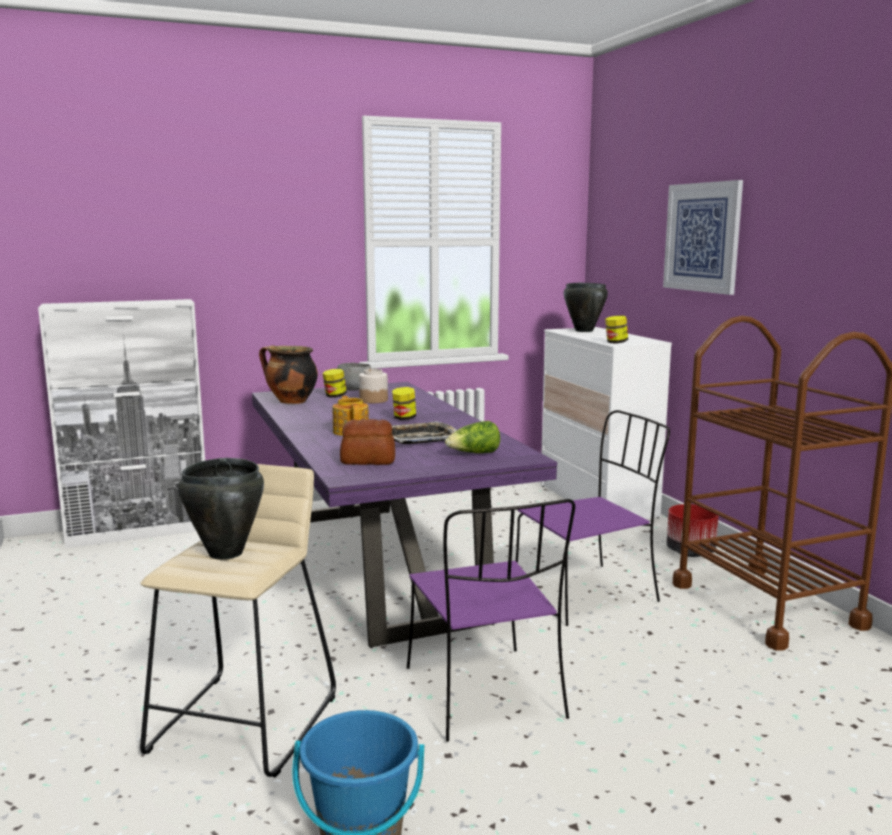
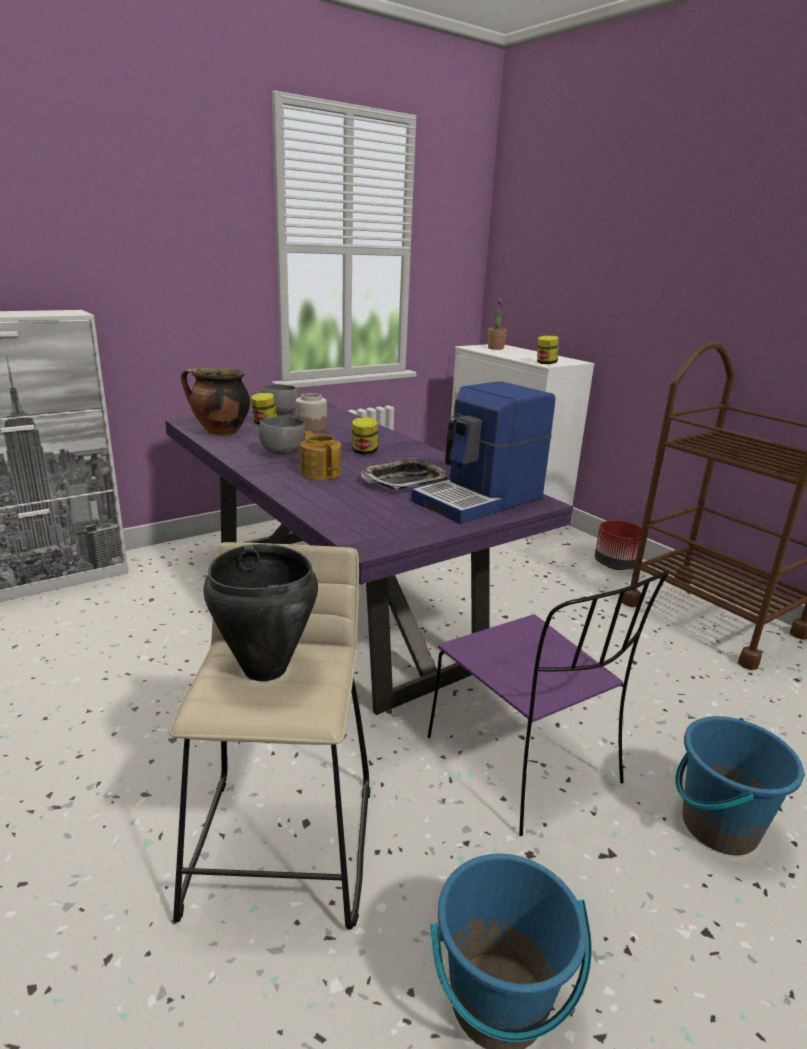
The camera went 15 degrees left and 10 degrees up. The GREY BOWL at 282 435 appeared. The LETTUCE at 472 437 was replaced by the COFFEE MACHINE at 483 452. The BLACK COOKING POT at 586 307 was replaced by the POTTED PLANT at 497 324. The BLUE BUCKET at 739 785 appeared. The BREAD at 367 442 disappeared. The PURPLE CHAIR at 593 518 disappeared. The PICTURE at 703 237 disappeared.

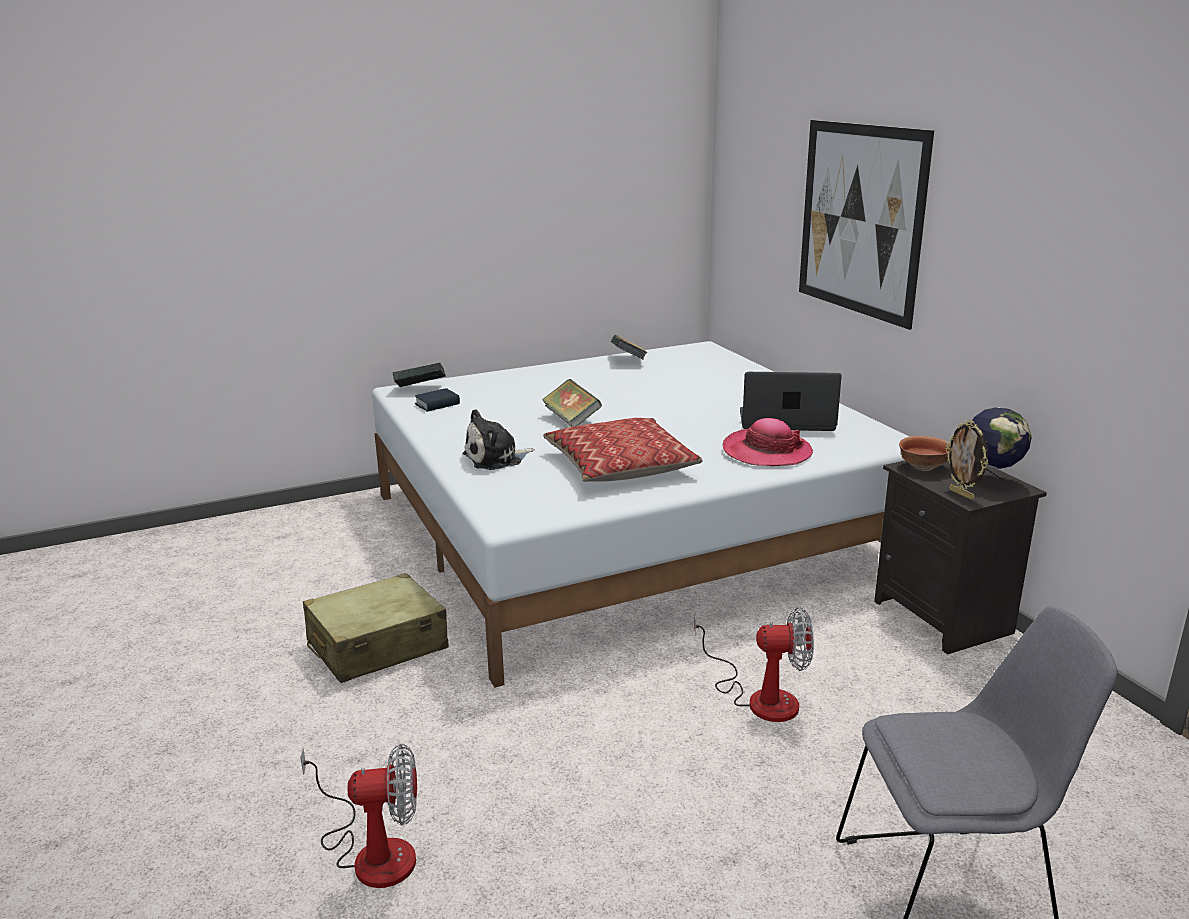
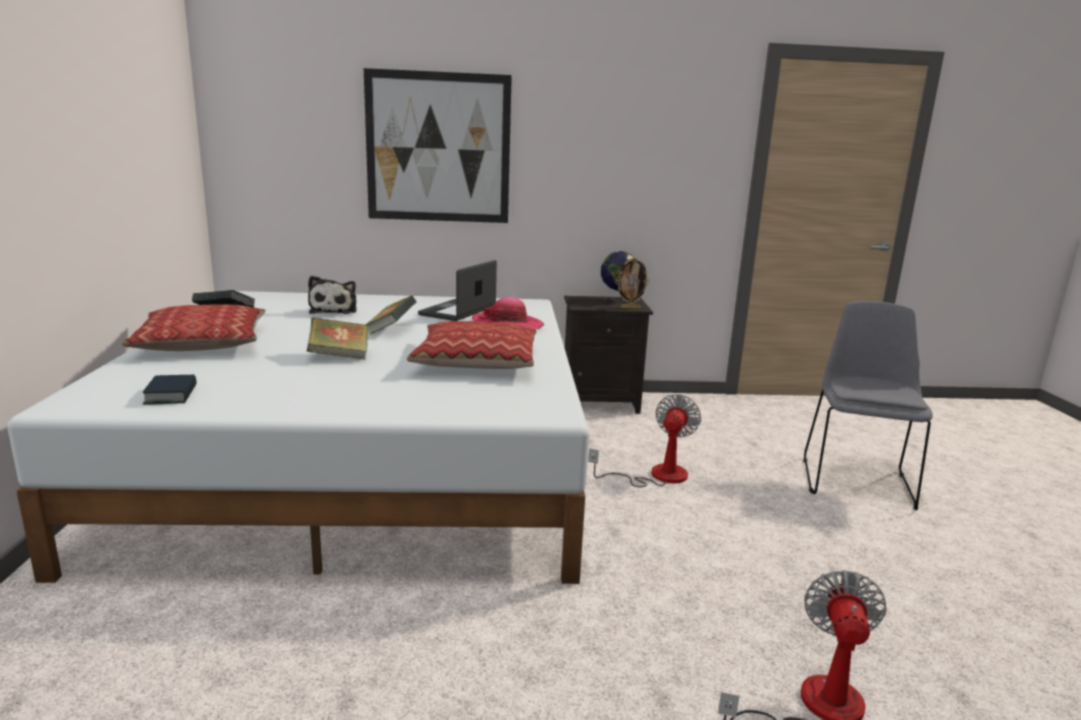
The camera went 70 degrees left and 5 degrees down. The PILLOW at 194 327 appeared. The PLUSH TOY moved from 498 439 to 332 295. The BOOK moved from 419 374 to 390 315. The BEIGE SUITCASE at 376 628 disappeared. The BOWL at 924 453 disappeared.

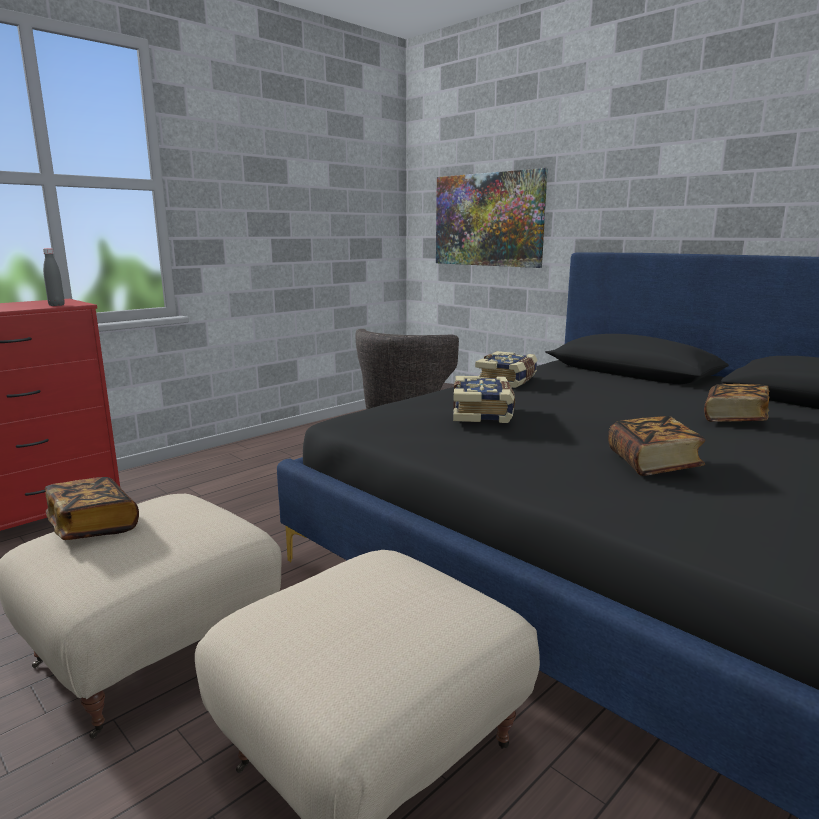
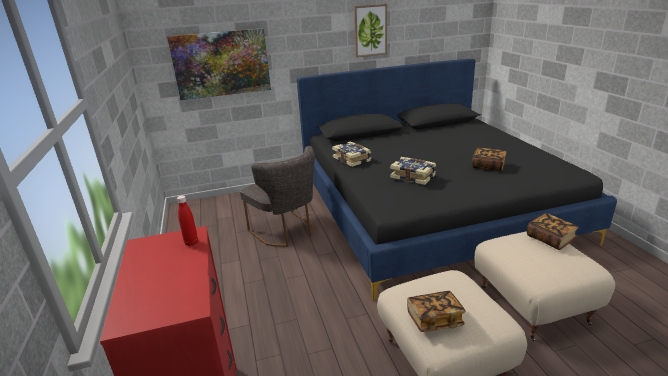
The camera went 60 degrees left and 10 degrees up. The GREY BOTTLE at 54 277 became the RED BOTTLE at 187 220. The PICTURE at 370 31 appeared. The BOOK moved from 736 403 to 553 231.

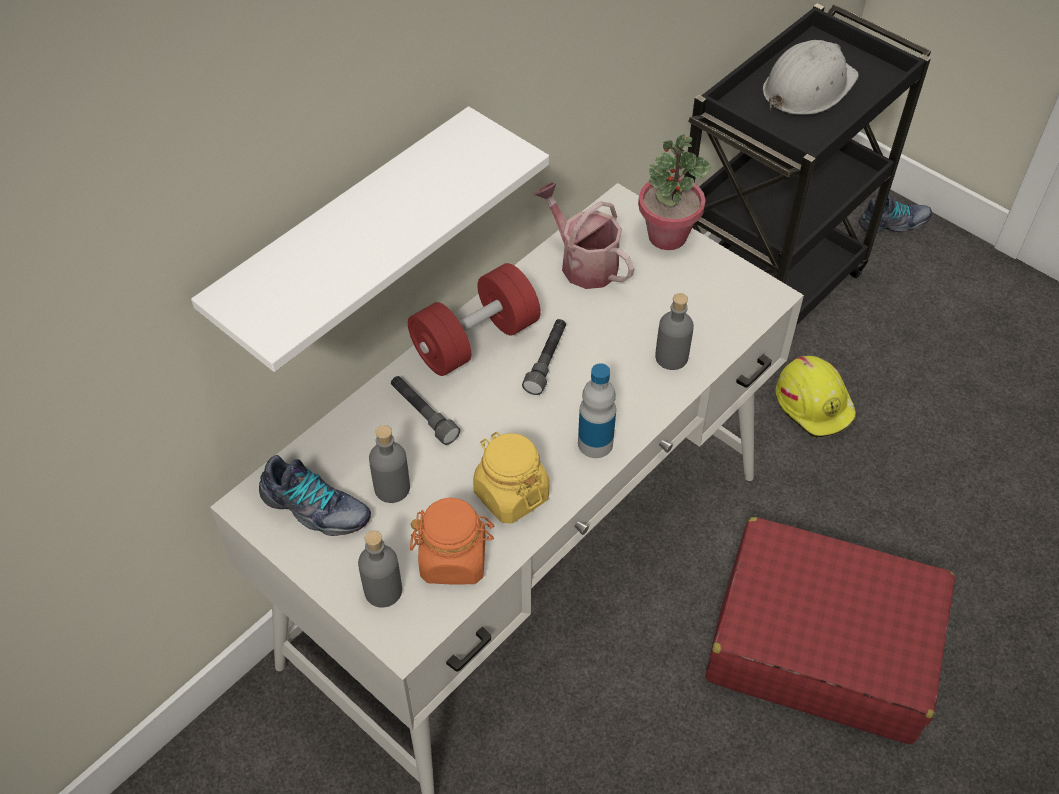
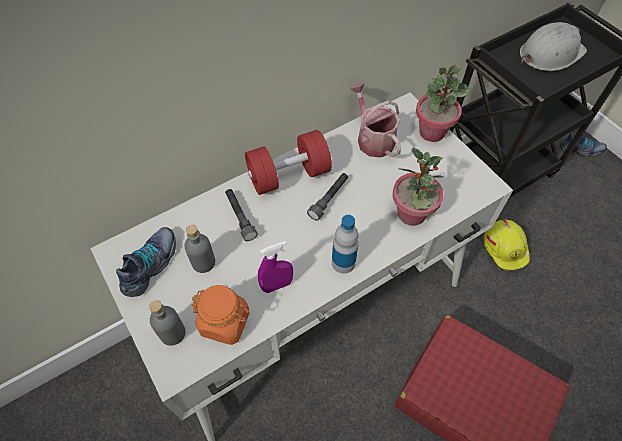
The camera went 15 degrees right and 5 degrees up. The SHOE at 315 495 turned 105 degrees counterclockwise. The YELLOW JAR at 511 478 was replaced by the PURPLE SPRAY BOTTLE at 275 267. The GREY BOTTLE at 674 331 was replaced by the POTTED PLANT at 418 186. The WHITE SHELF at 370 239 disappeared.

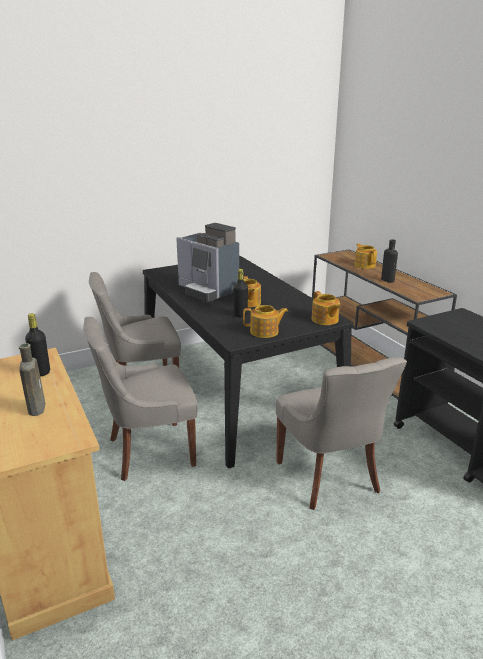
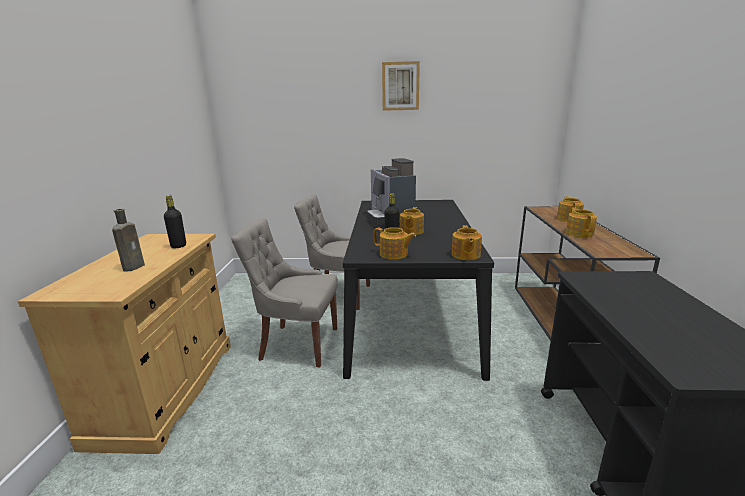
The camera went 30 degrees right and 5 degrees down. The PICTURE at 401 86 appeared. The BLACK BOTTLE at 389 261 was replaced by the TEAPOT at 581 222. The GREY CHAIR at 341 433 disappeared.

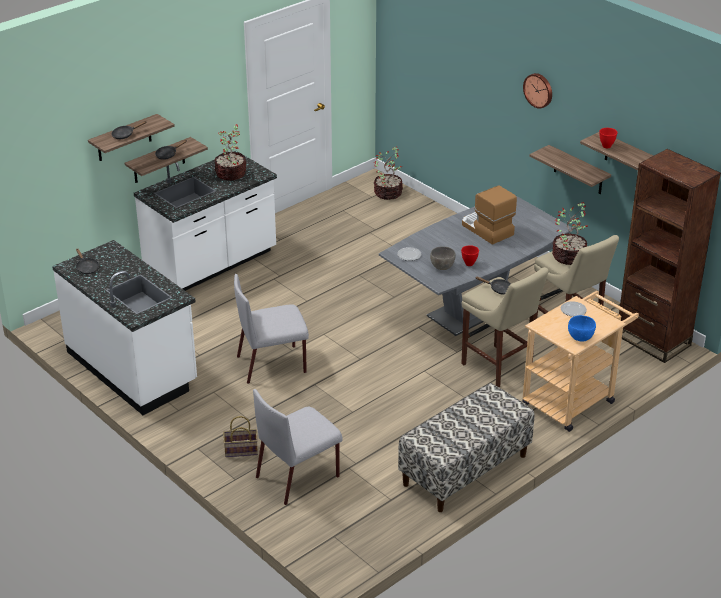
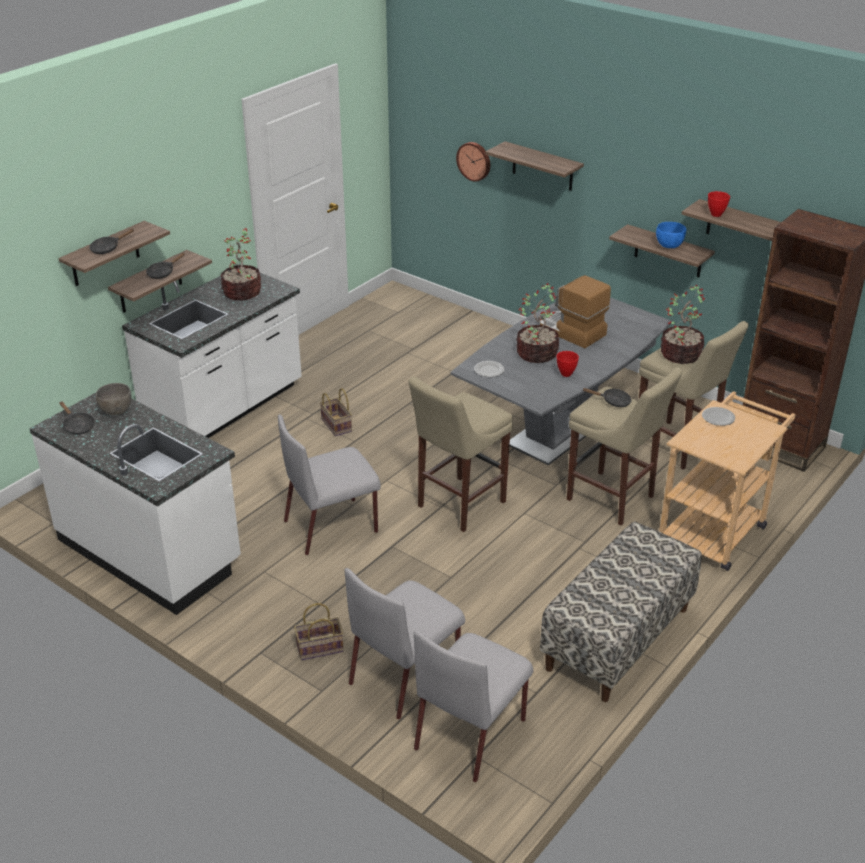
The camera went 10 degrees left and 0 degrees up. The GREY BOWL moved from 443 258 to 114 399. The BASKET at 336 412 appeared. The BEIGE STOOL at 461 454 appeared. The GREY CHAIR at 473 706 appeared. The WALL CLOCK moved from 537 91 to 473 162. The SHELF at 534 166 appeared. The POTTED PLANT moved from 388 173 to 537 323. The BLUE BOWL moved from 582 328 to 671 235.

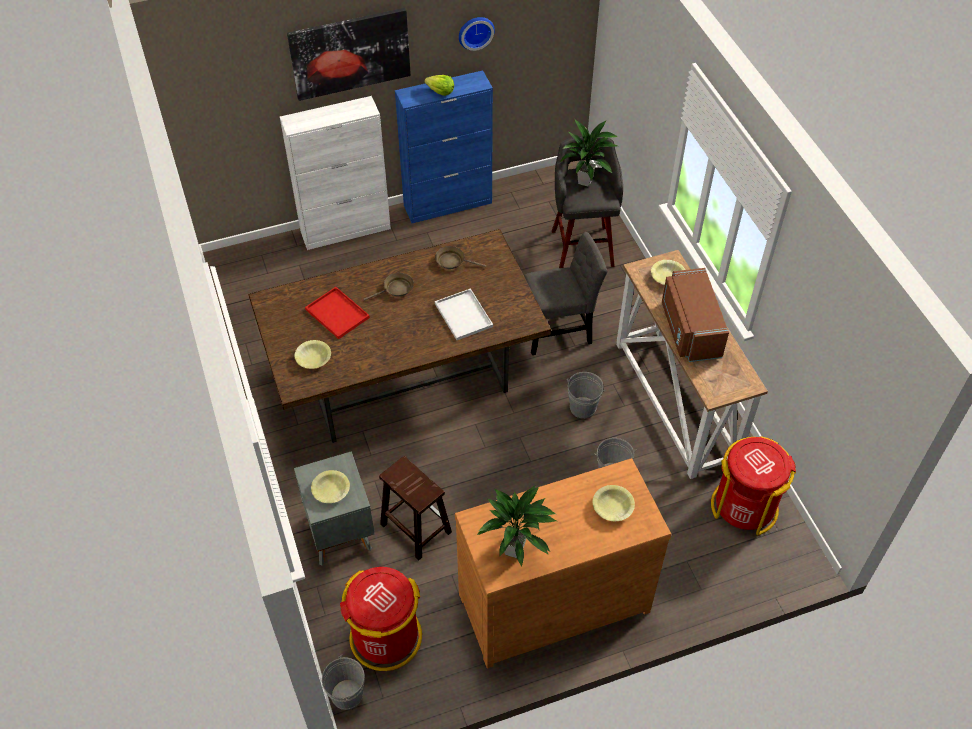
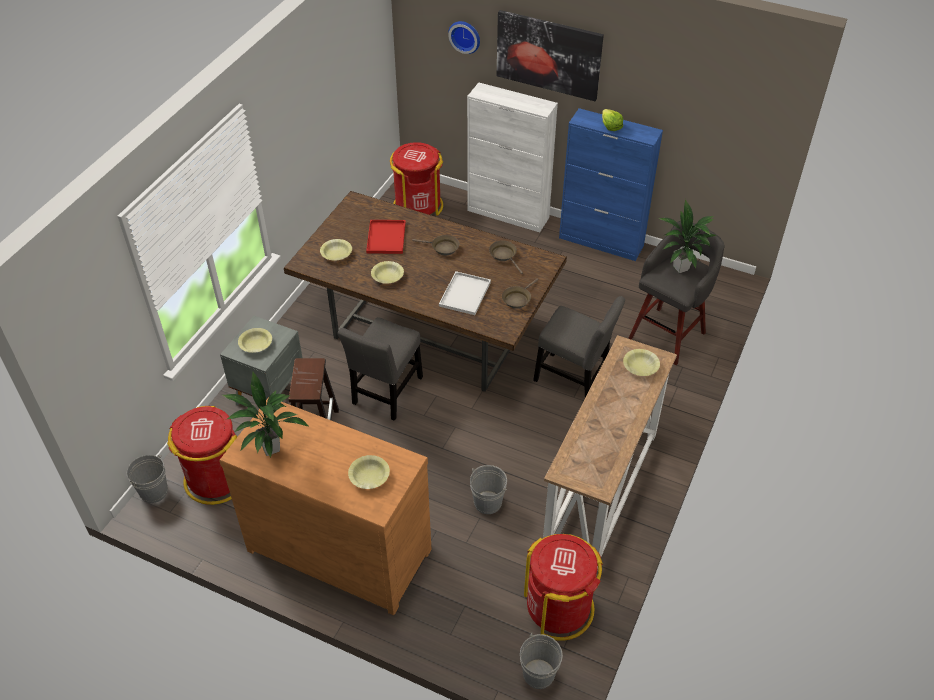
The camera went 45 degrees right and 5 degrees down. The GREY CHAIR at 380 369 appeared. The YELLOW BOWL at 387 272 appeared. The RED TRASH CAN at 416 179 appeared. The WALL CLOCK moved from 477 34 to 464 37. The BROWN FRYING PAN at 520 293 appeared. The GREY BUCKET moved from 586 395 to 541 661. The BROWN MICROWAVE at 695 315 disappeared.

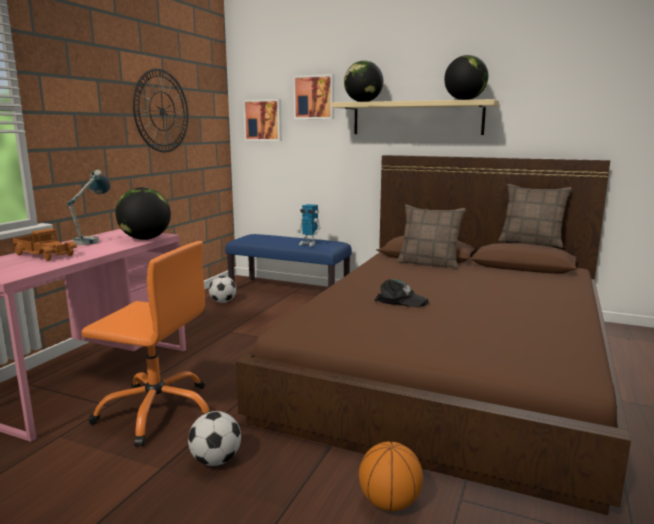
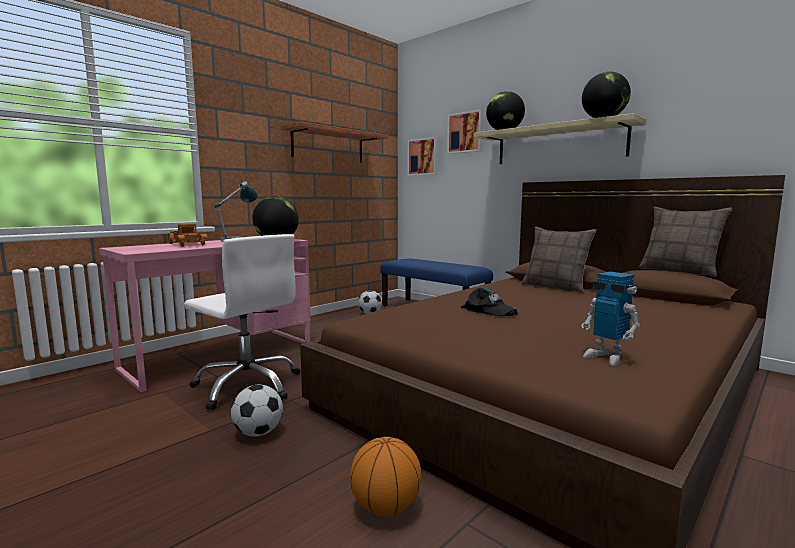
The camera went 20 degrees right and 5 degrees down. The ORANGE OFFICE CHAIR at 146 343 became the WHITE OFFICE CHAIR at 242 322. The WALL CLOCK at 161 110 was replaced by the SHELF at 334 142. The TOY ROBOT moved from 309 225 to 610 319.

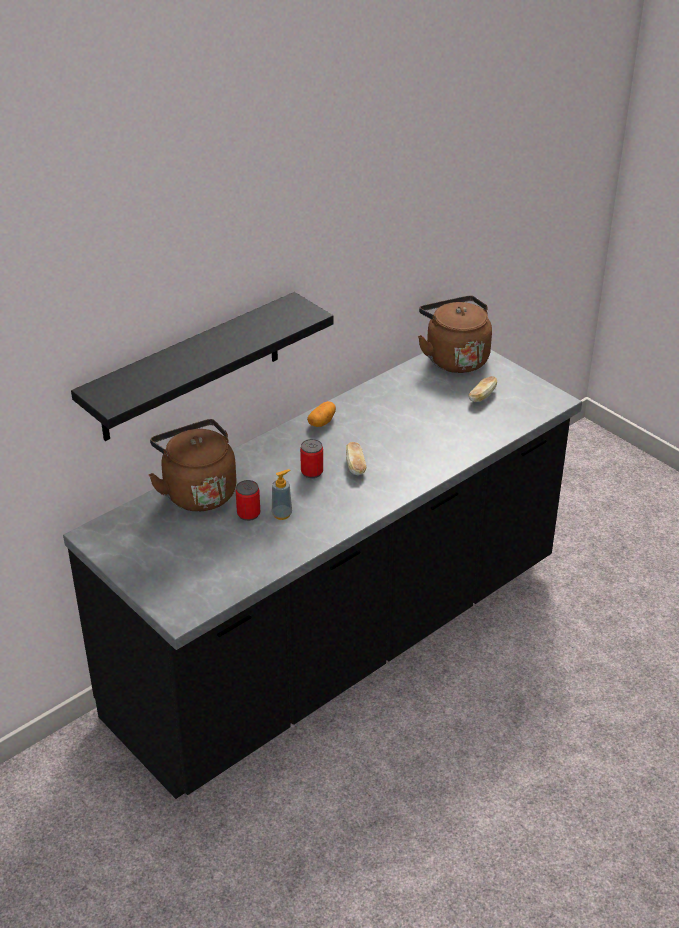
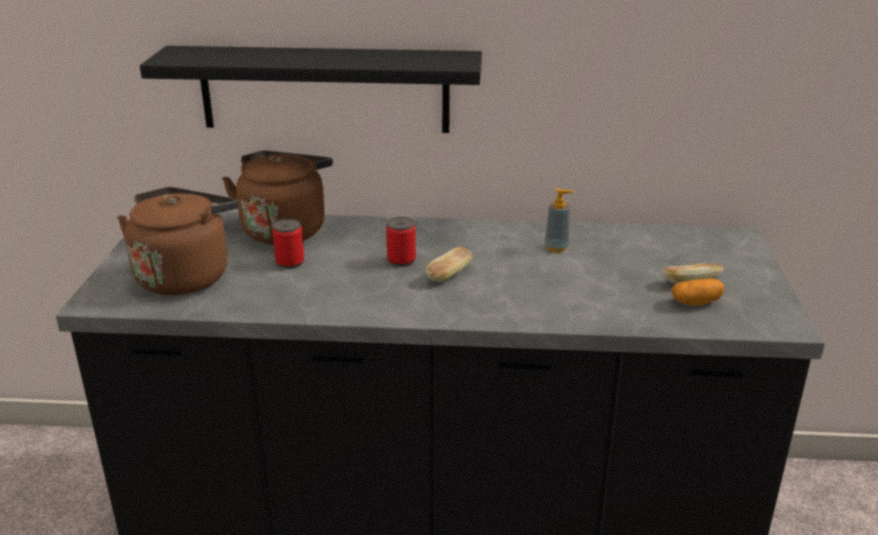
The camera went 45 degrees right and 10 degrees down. The BROWN KETTLE moved from 455 334 to 178 241. The SOAP DISPENSER moved from 282 494 to 559 220. The POTATO moved from 321 414 to 697 292.

